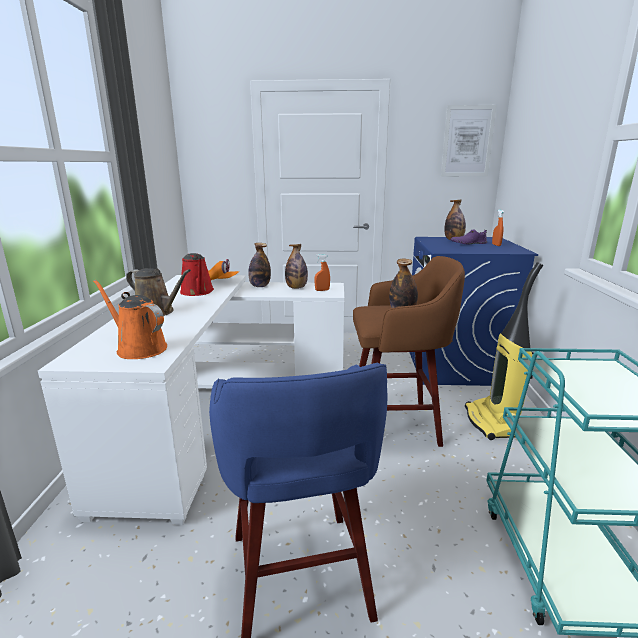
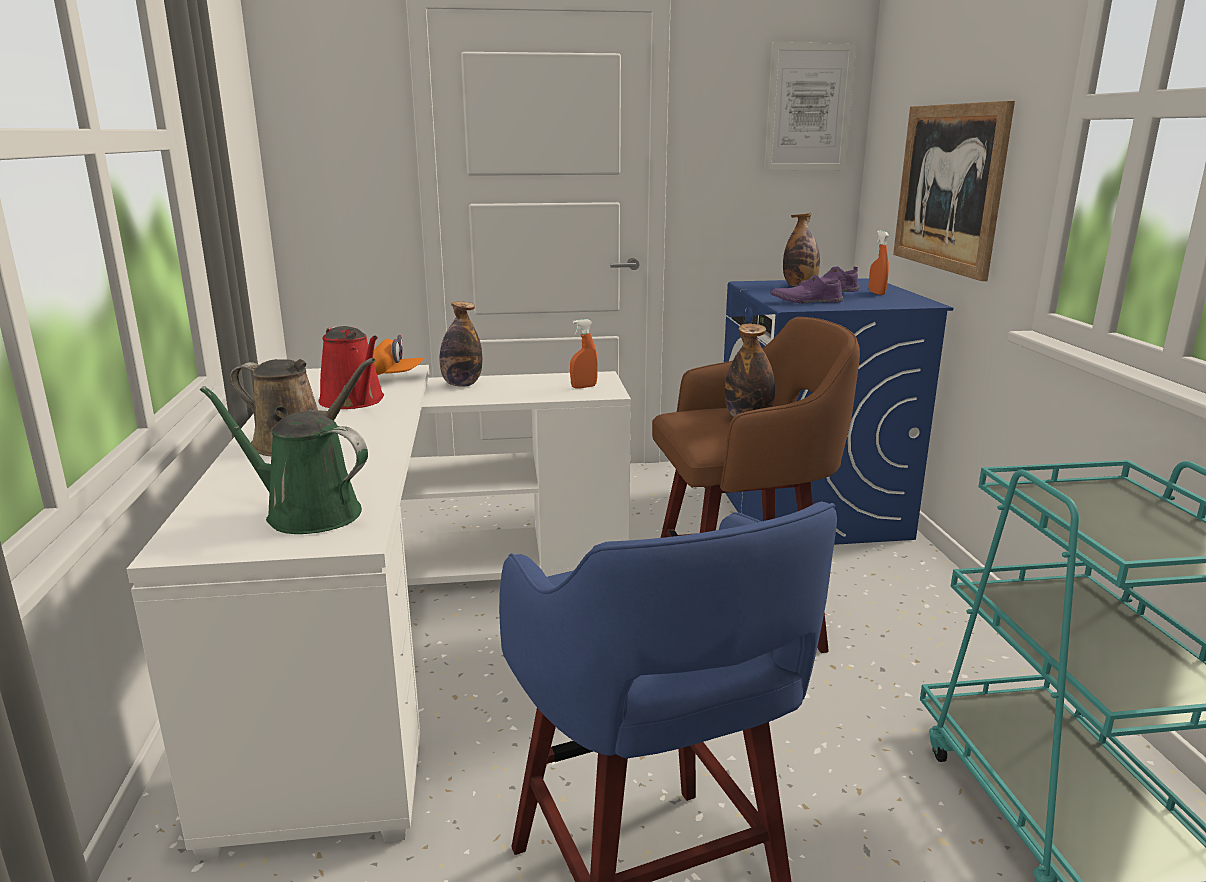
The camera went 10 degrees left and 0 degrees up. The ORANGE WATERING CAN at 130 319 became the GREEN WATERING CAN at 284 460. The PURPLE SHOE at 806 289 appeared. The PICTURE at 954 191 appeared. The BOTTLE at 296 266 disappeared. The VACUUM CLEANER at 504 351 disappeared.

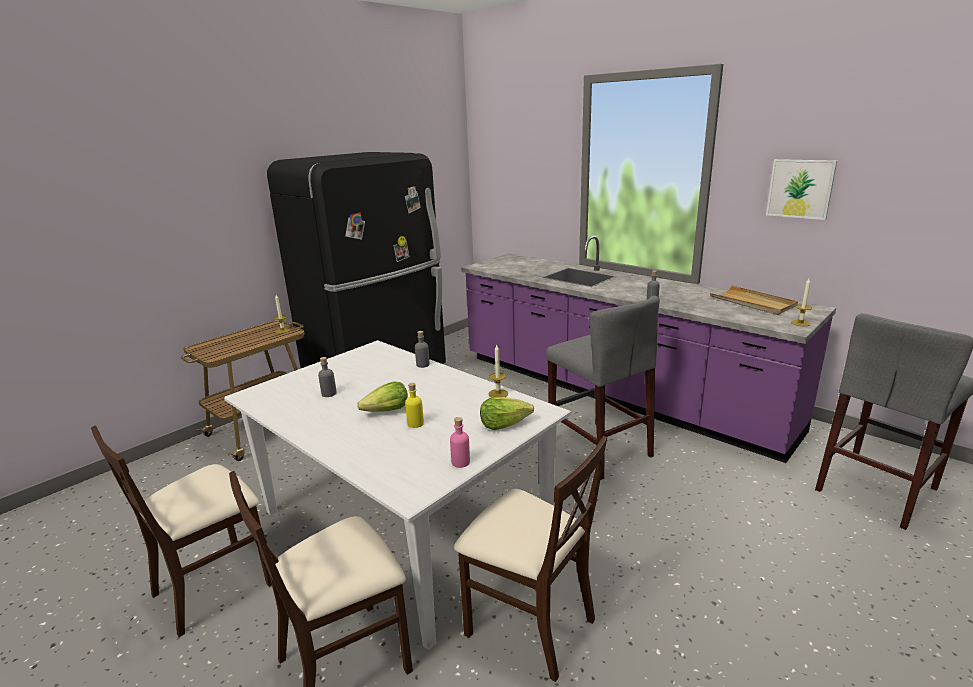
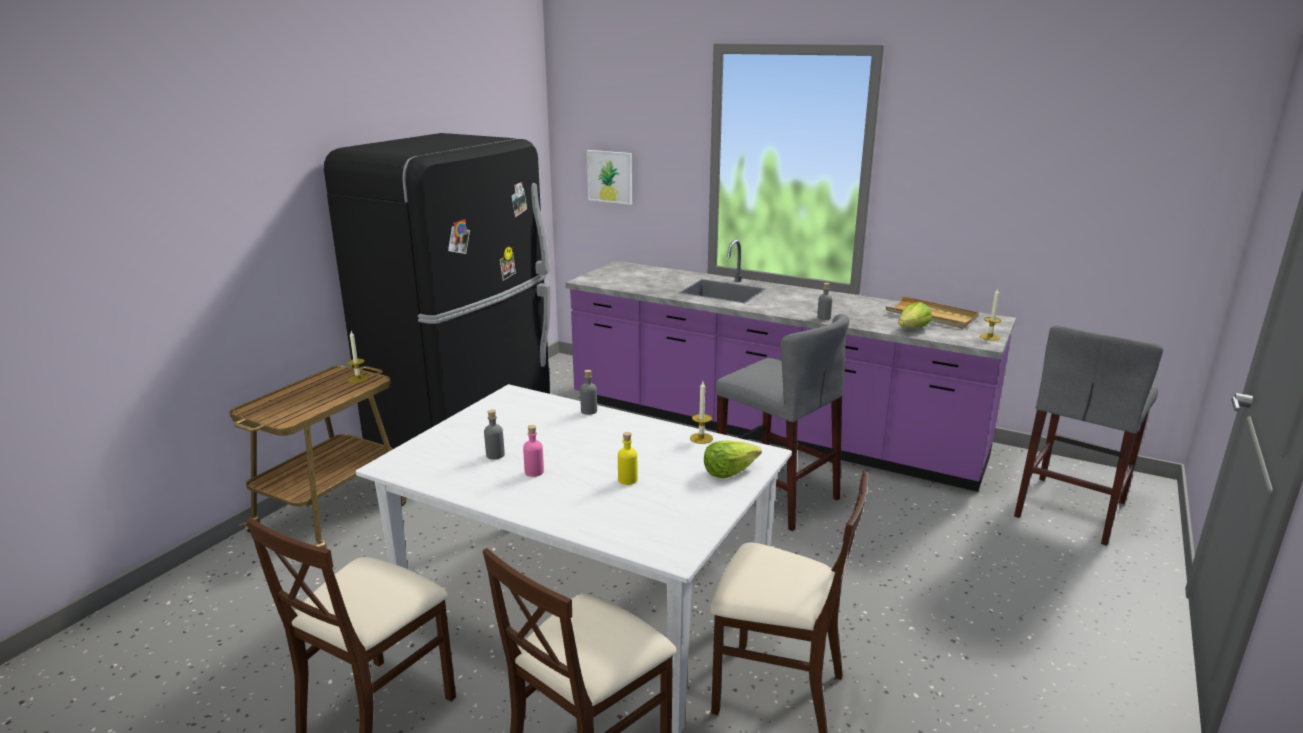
The camera went 15 degrees left and 0 degrees up. The PINK BOTTLE moved from 460 442 to 533 451. The PICTURE moved from 801 189 to 609 177. The LETTUCE moved from 382 397 to 915 315.

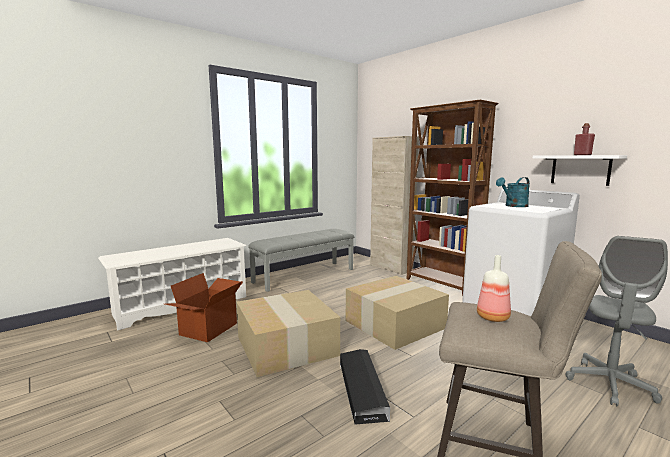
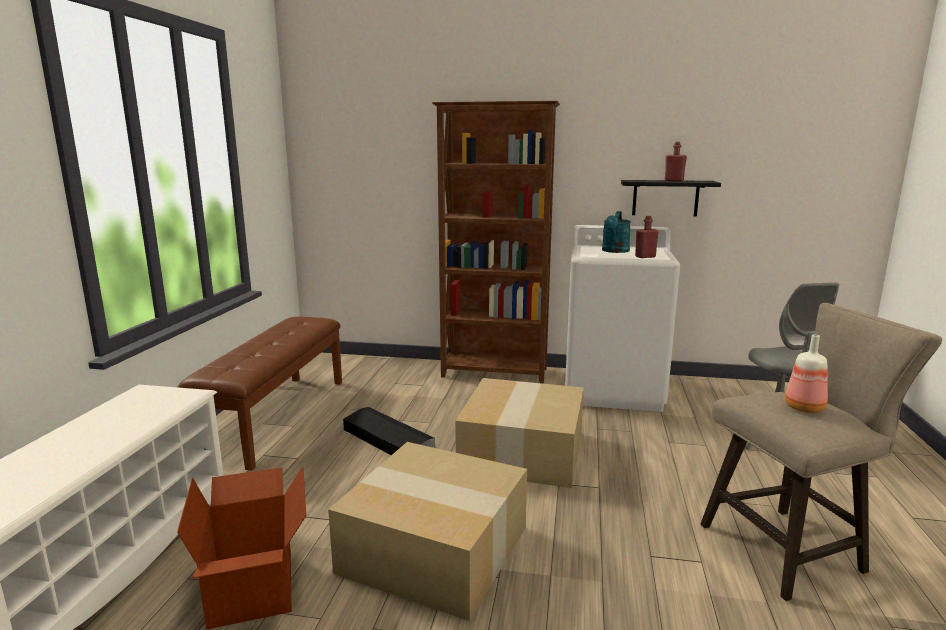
The camera went 40 degrees left and 5 degrees up. The GREY BENCH at 301 260 became the BROWN BENCH at 260 393. The BLACK STORAGE BOX moved from 365 387 to 389 431. The WHITE SHELF at 580 170 became the BLACK SHELF at 671 198. The RED BOTTLE at 647 237 appeared. The BEIGE CABINET at 394 205 disappeared.

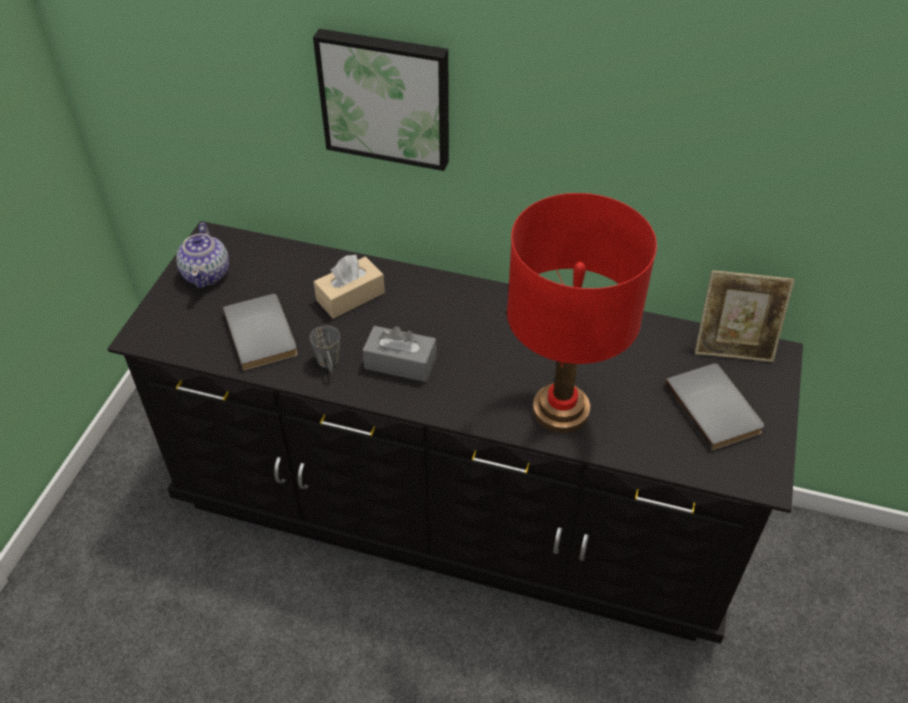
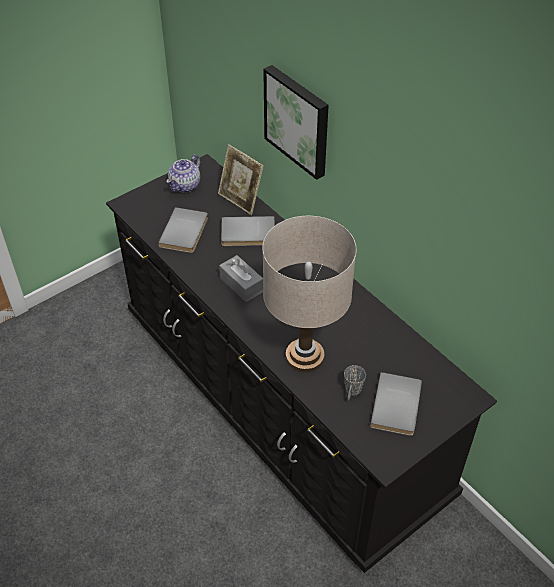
The camera went 35 degrees right and 0 degrees up. The PICTURE FRAME moved from 745 316 to 241 179. The BEIGE TISSUE BOX at 349 287 was replaced by the GREY BOOK at 248 231. The RED TABLE LAMP at 582 313 became the BEIGE TABLE LAMP at 309 294. The GREY MUG moved from 325 349 to 355 383.

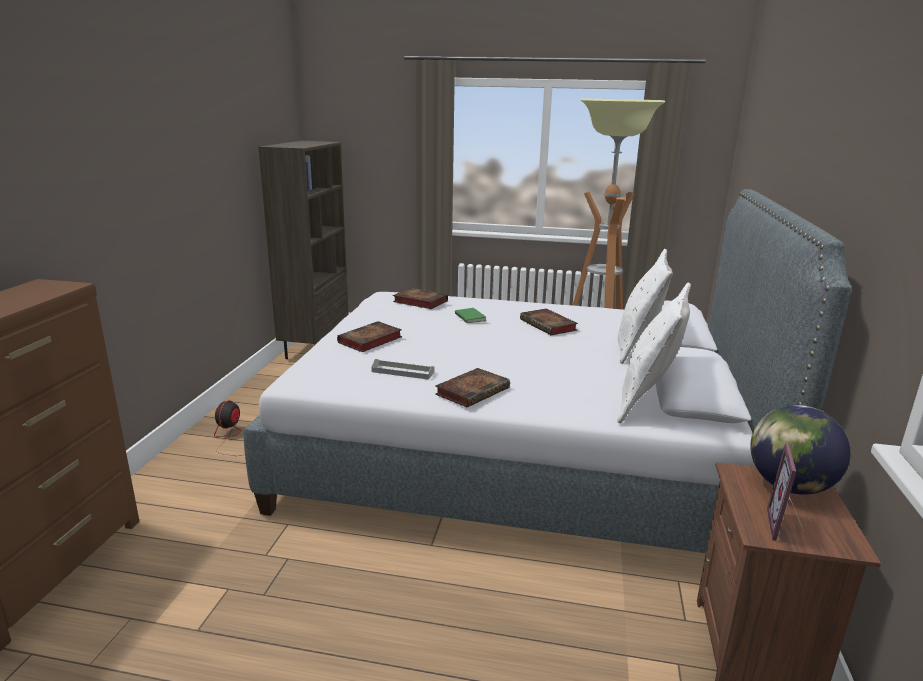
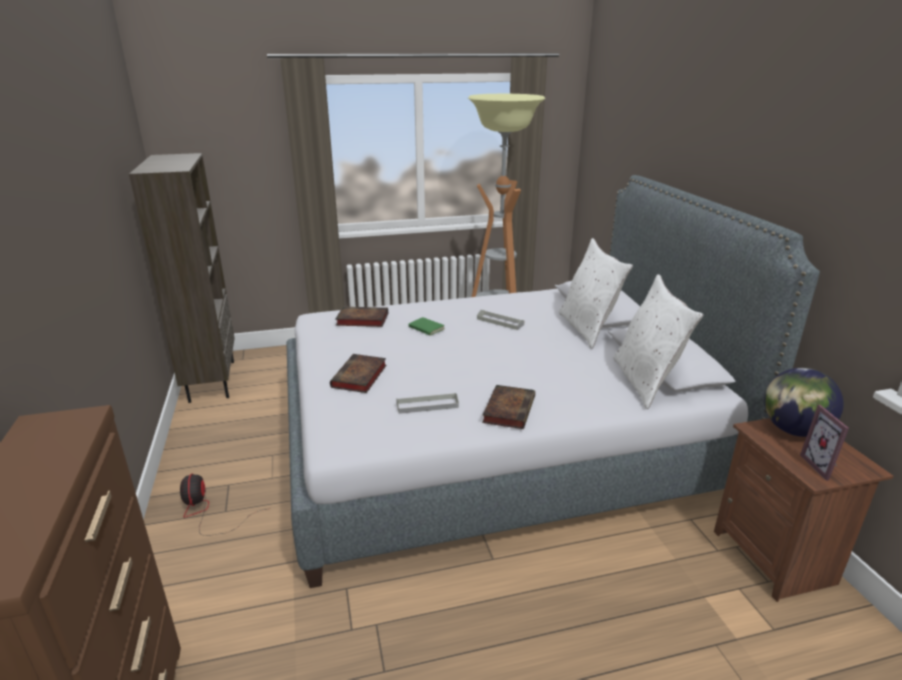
The camera went 25 degrees left and 5 degrees up. The BOOK at 549 321 was replaced by the GREY TRAY at 501 320.

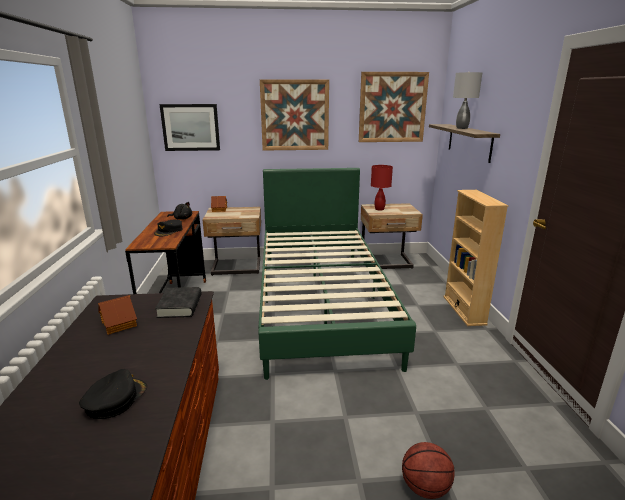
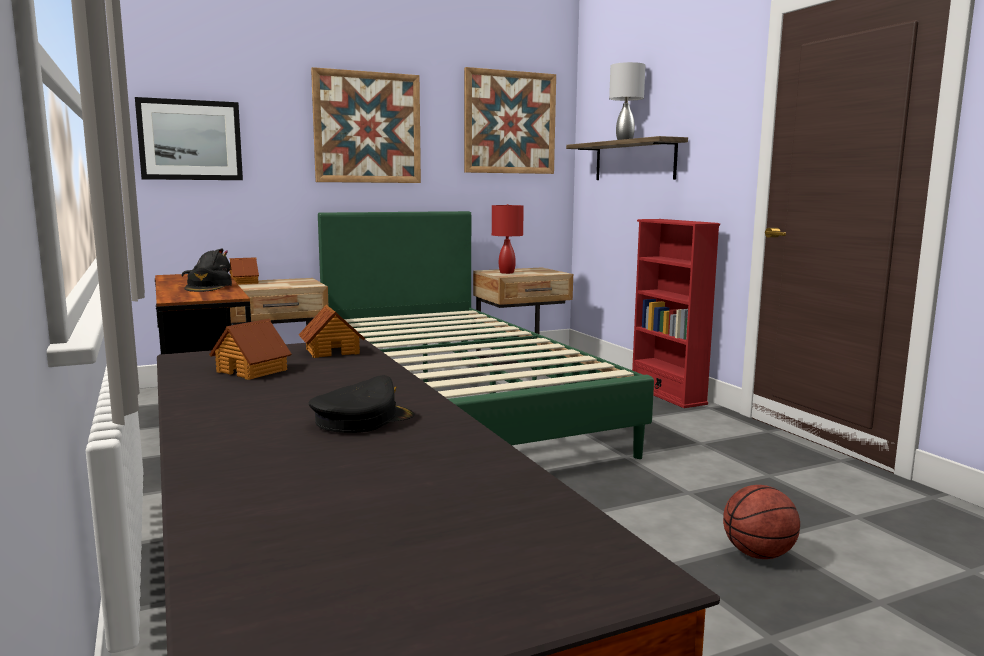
The camera went 20 degrees left and 10 degrees down. The BLACK BOOK at 178 302 was replaced by the TOY HOUSE at 332 331. The BLACK CAP at 113 394 turned 45 degrees clockwise. The BEIGE BOOKCASE at 476 258 became the RED BOOKCASE at 676 313.

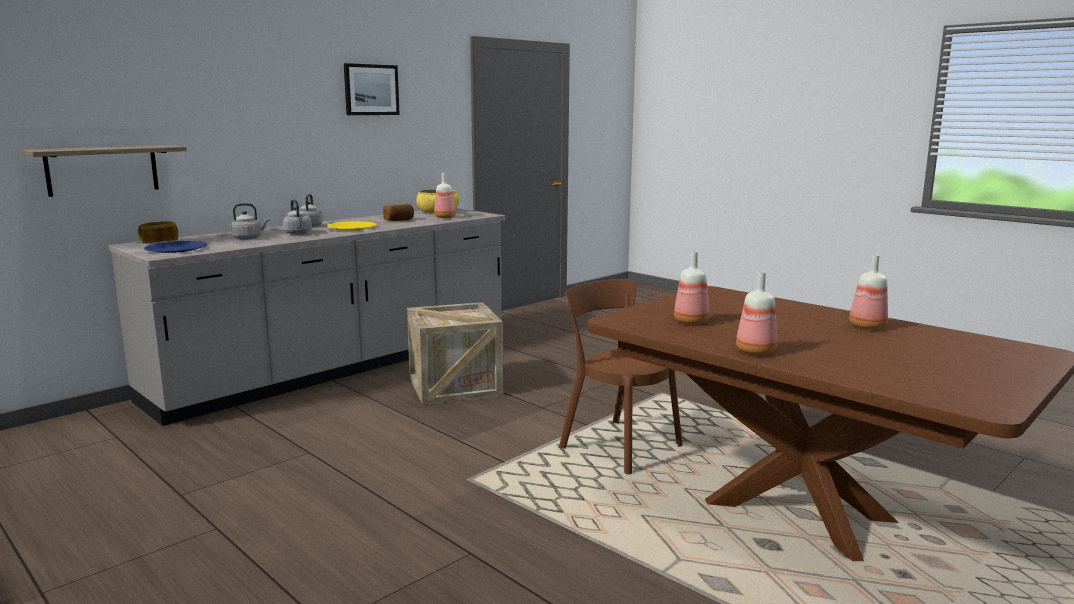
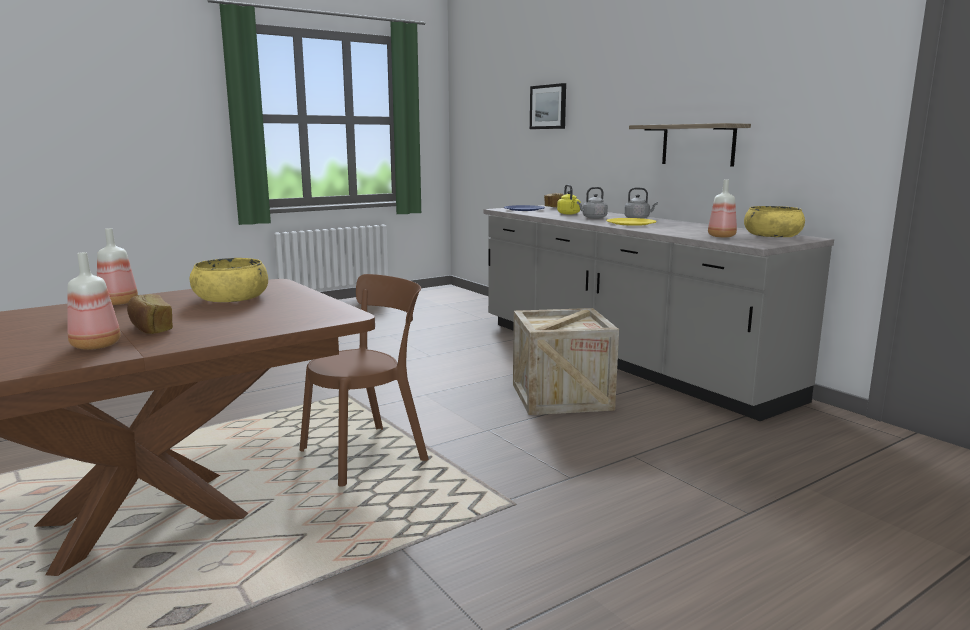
The camera went 100 degrees right and 0 degrees up. The BREAD moved from 398 212 to 150 314. The BOTTLE at 692 288 was replaced by the YELLOW BOWL at 229 280. The PICTURE moved from 372 89 to 548 106. The GREY KETTLE at 250 221 became the YELLOW KETTLE at 569 199. The SHELF moved from 104 171 to 690 144.

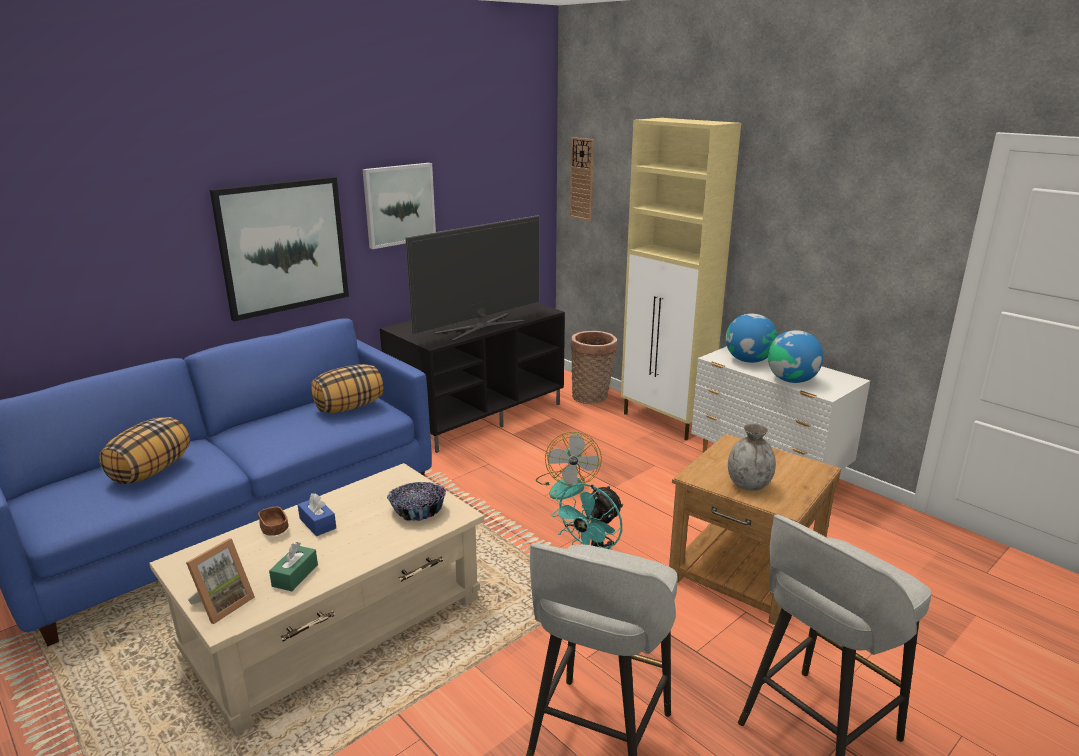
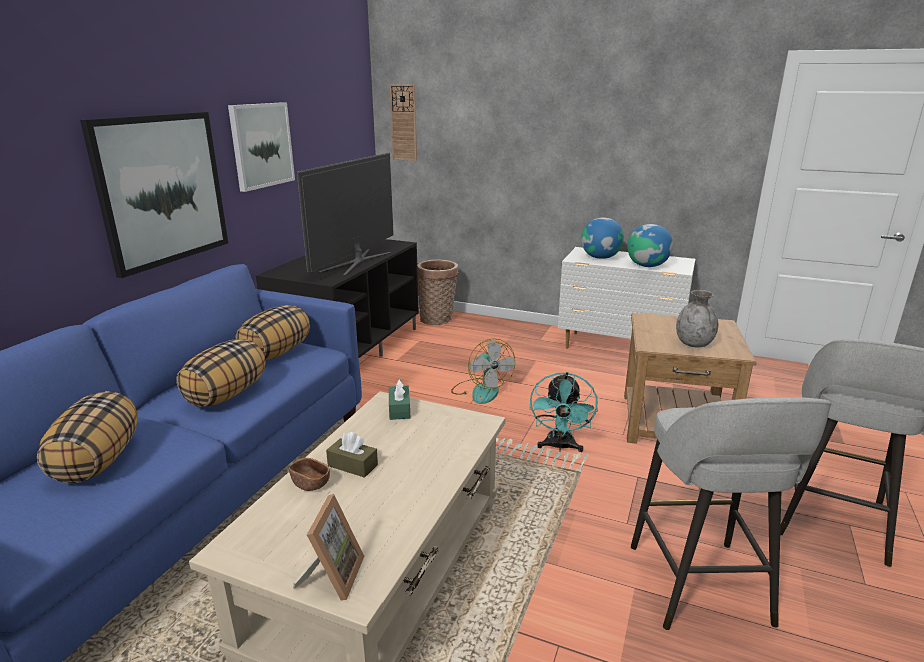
The camera went 25 degrees left and 0 degrees up. The PILLOW at 221 373 appeared. The BLUE TISSUE BOX at 317 514 became the BROWN TISSUE BOX at 352 455. The GREEN TISSUE BOX moved from 293 566 to 399 400. The BOWL at 416 501 disappeared. The BEIGE CABINET at 681 279 disappeared.

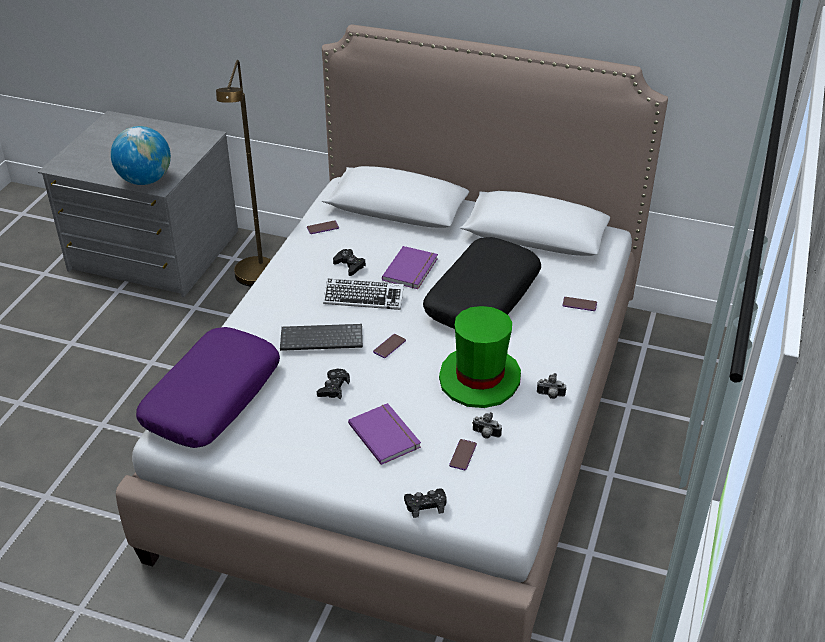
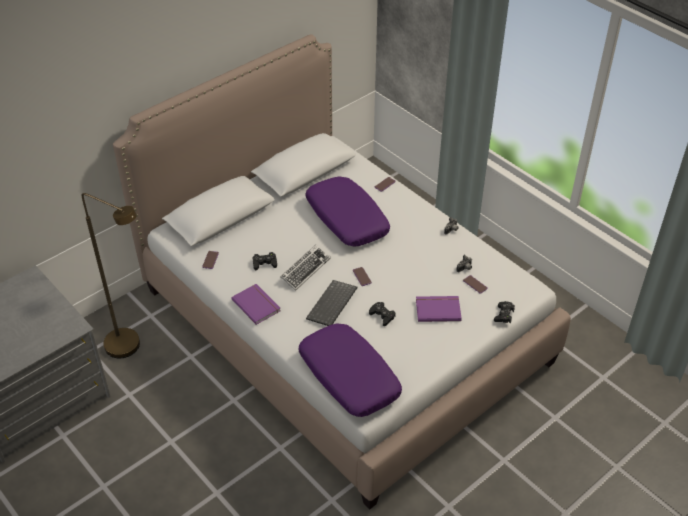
The camera went 60 degrees left and 5 degrees up. The PURPLE BOOK moved from 410 267 to 256 304. The BLACK PILLOW at 482 283 became the PURPLE PILLOW at 347 212. The GLOBE at 141 155 disappeared. The GREEN HAT at 480 357 disappeared.

